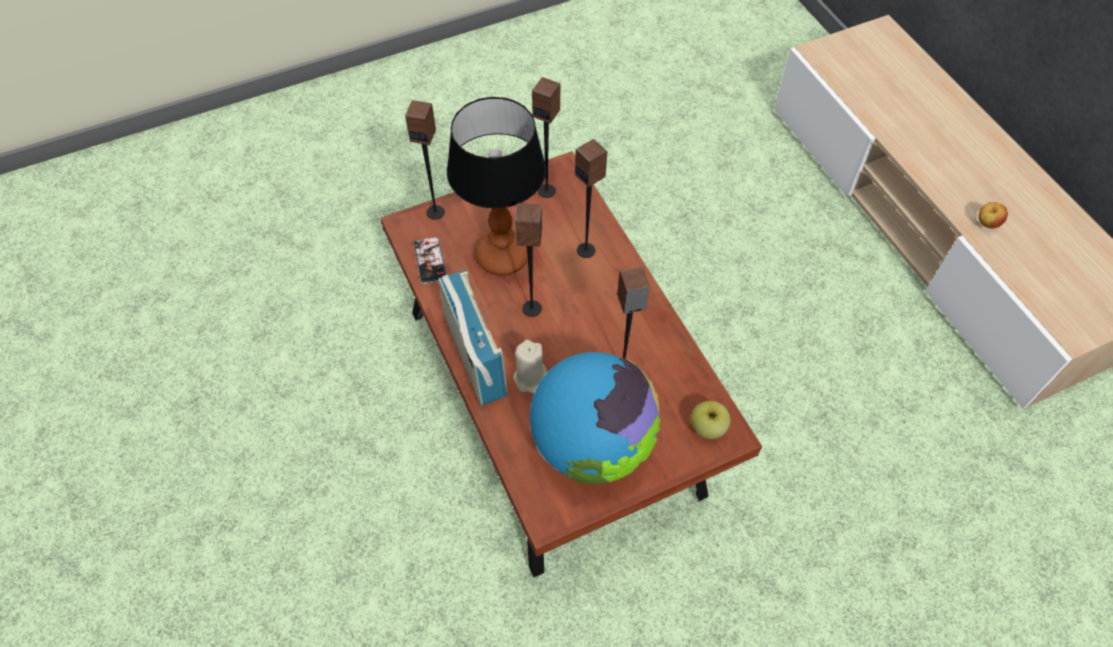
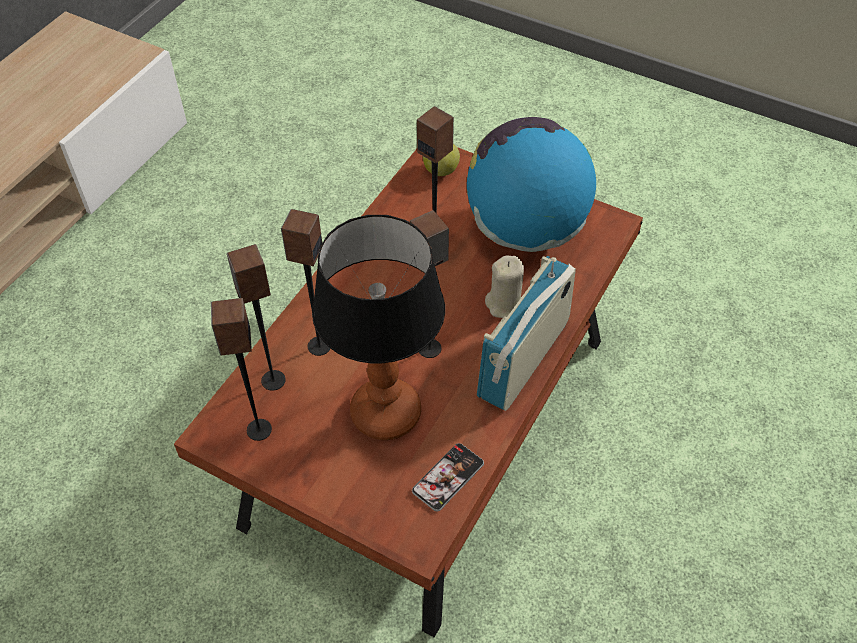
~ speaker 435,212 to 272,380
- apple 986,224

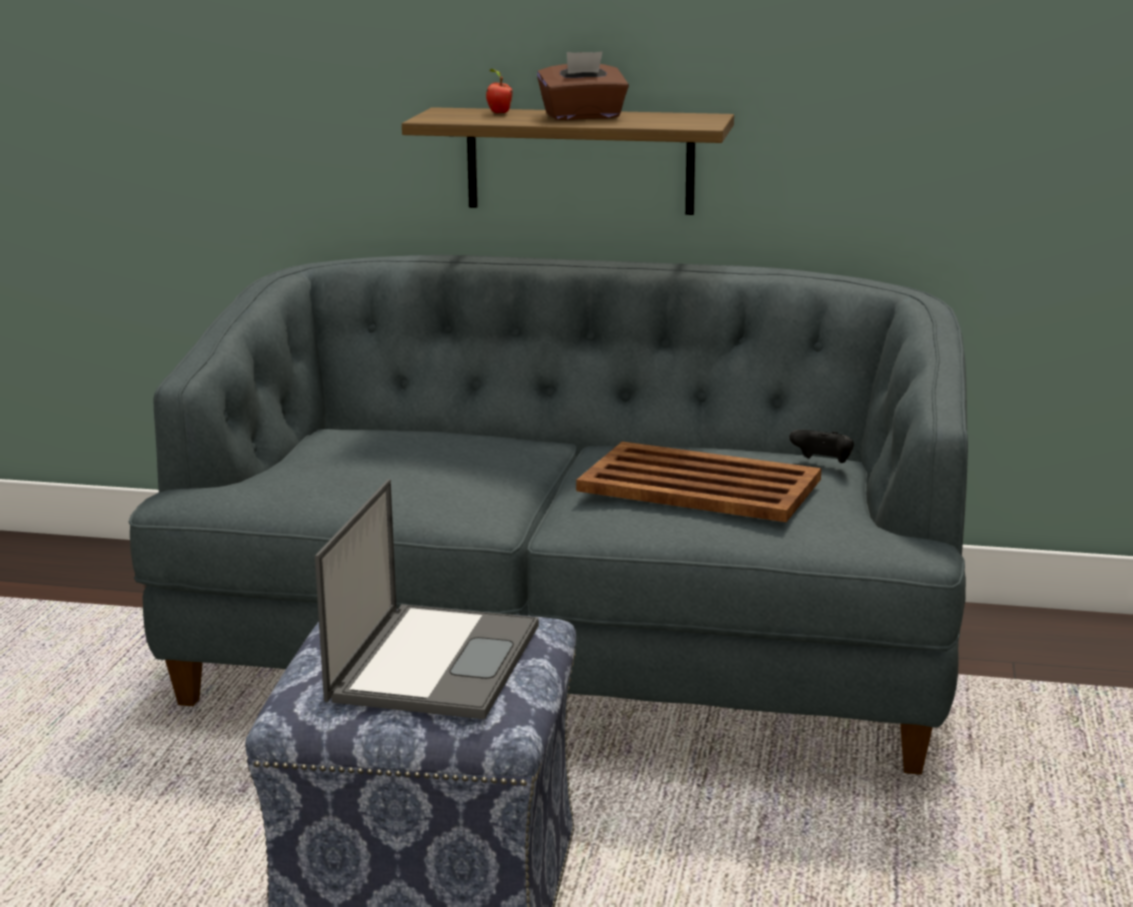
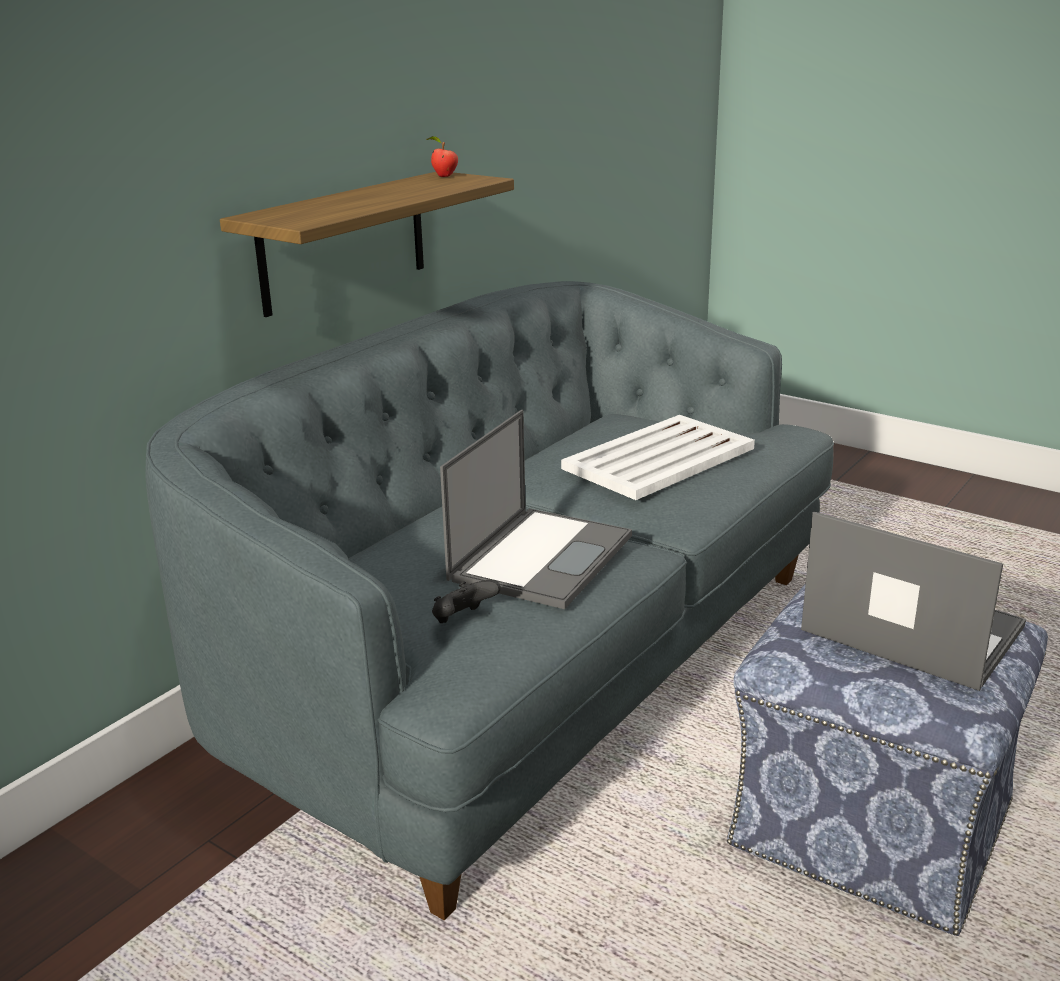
~ apple 499,112 to 443,176
- brown tissue box 583,116
~ brown tray 701,485 to white tray 660,458
~ black game controller 822,463 to 463,620
+ laptop 542,556

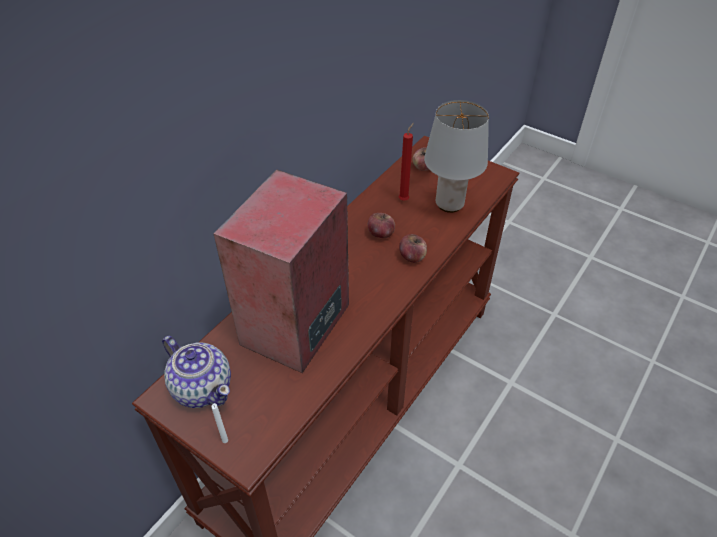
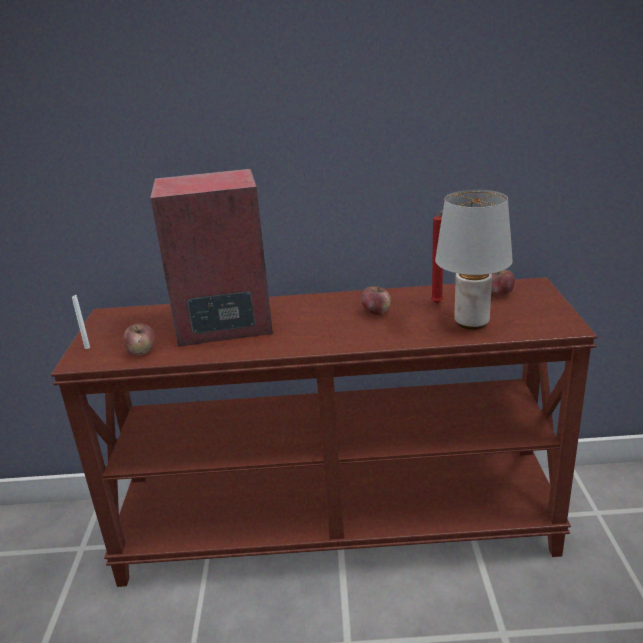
- teapot 202,387
~ apple 412,257 to 141,351

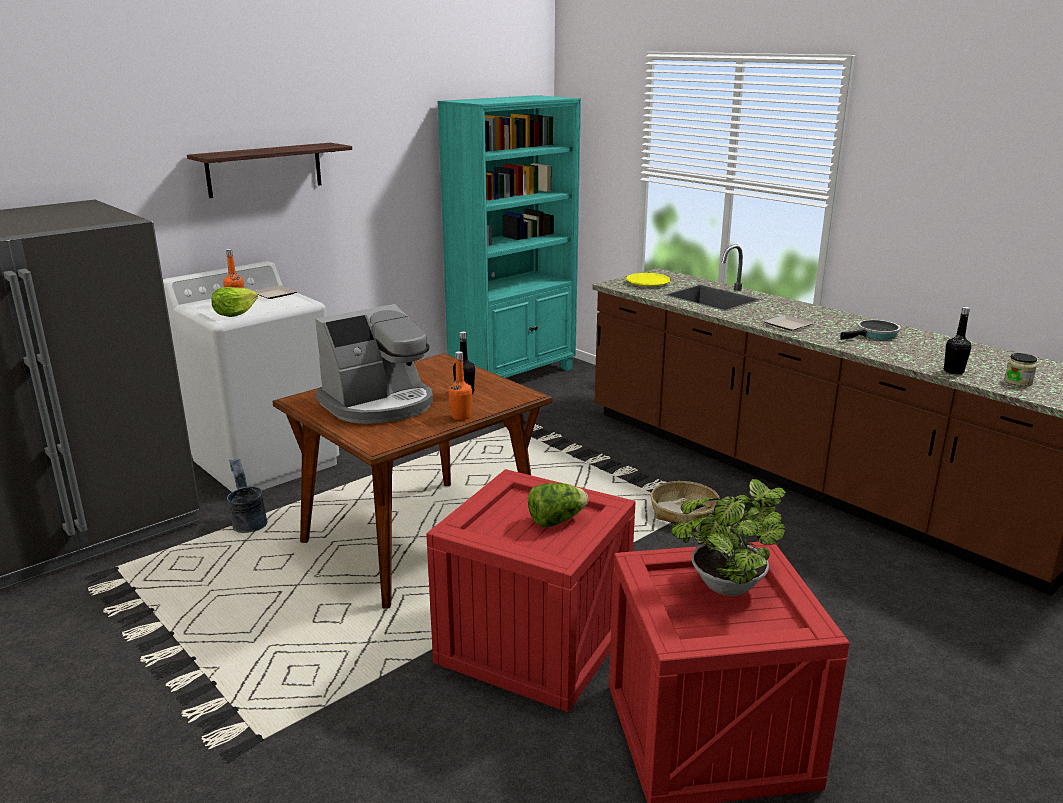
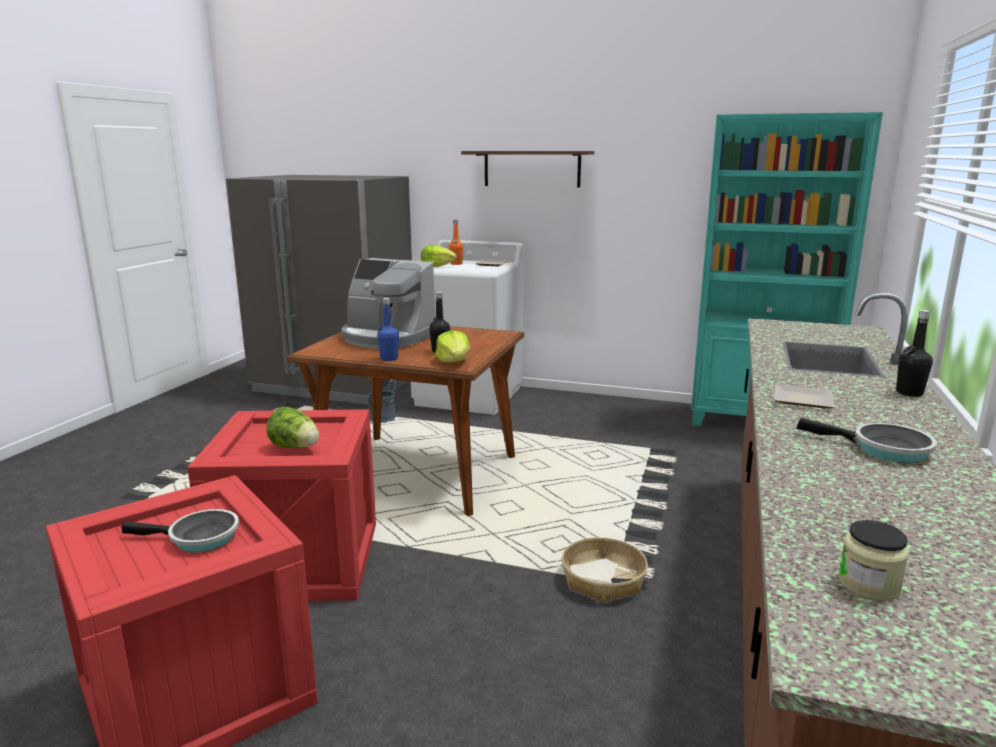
~ orange bottle 461,416 to blue bottle 389,359
- yellow plate 647,283
~ potted plant 723,588 to frying pan 198,538
~ black bottle 953,371 to 909,393
+ lettuce 454,362

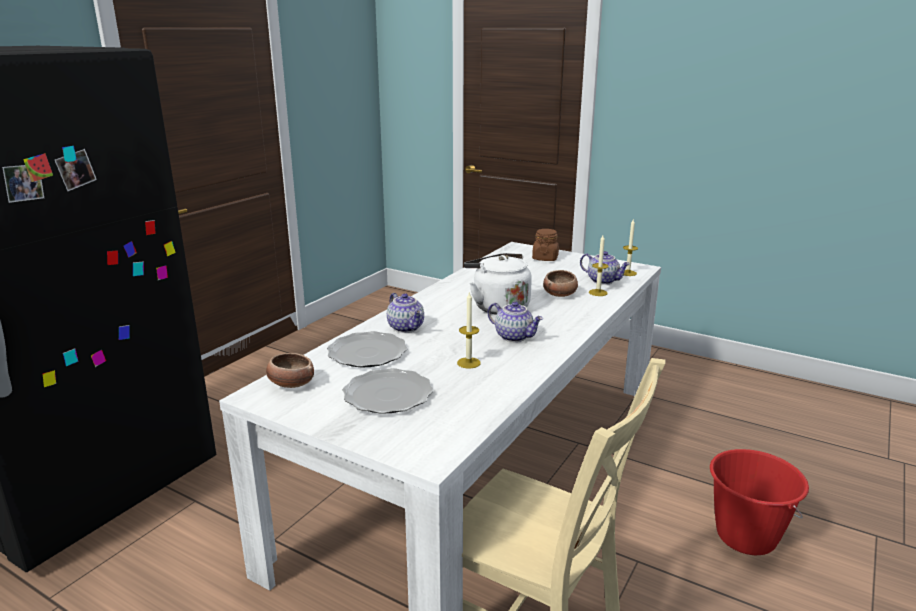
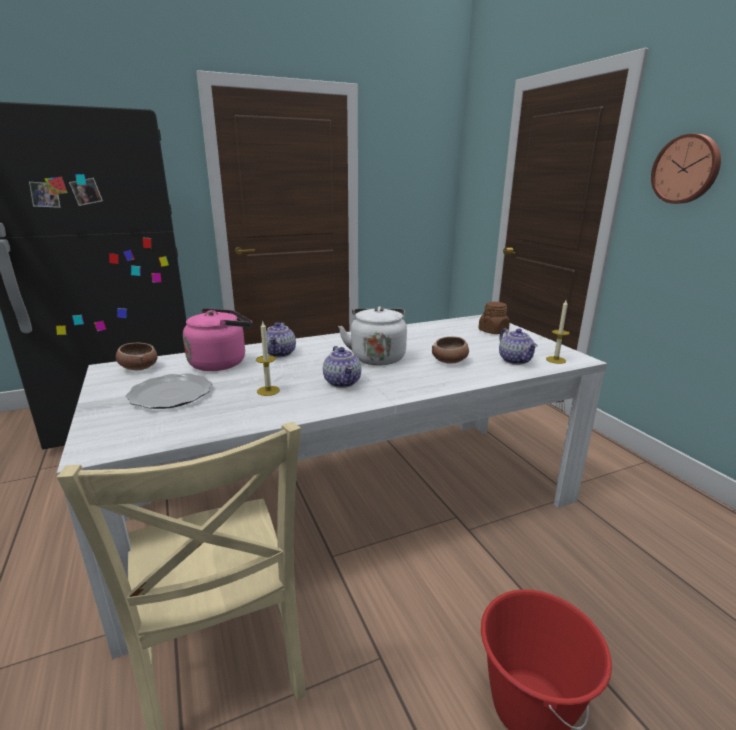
~ plate 368,353 to pink kettle 221,362
- candle 598,292
+ wall clock 686,169

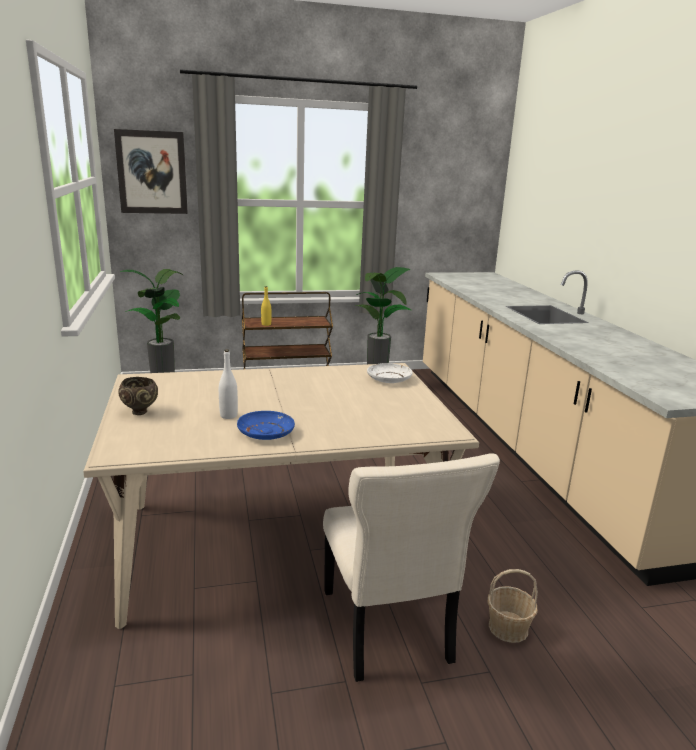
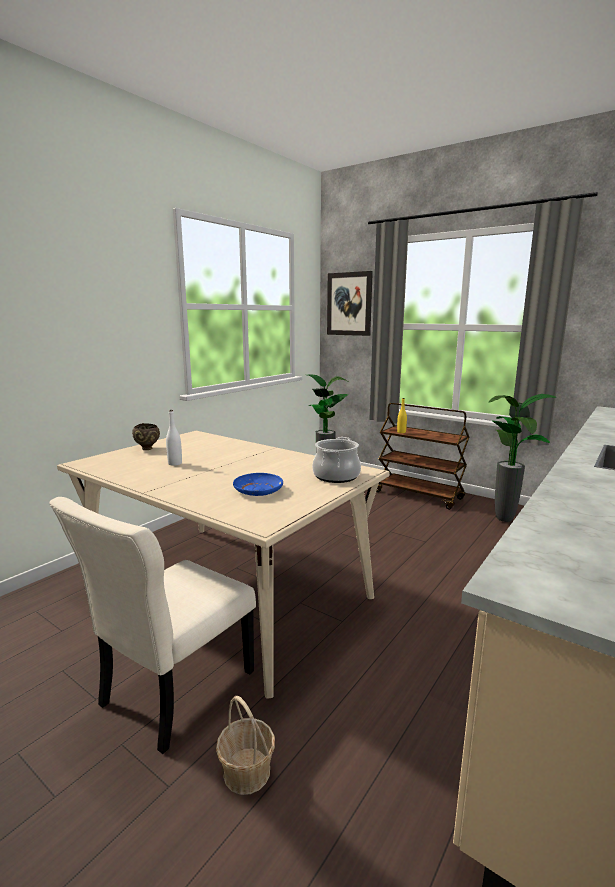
~ blue plate 266,432 to 258,490
~ white plate 389,379 to cooking pot 336,476

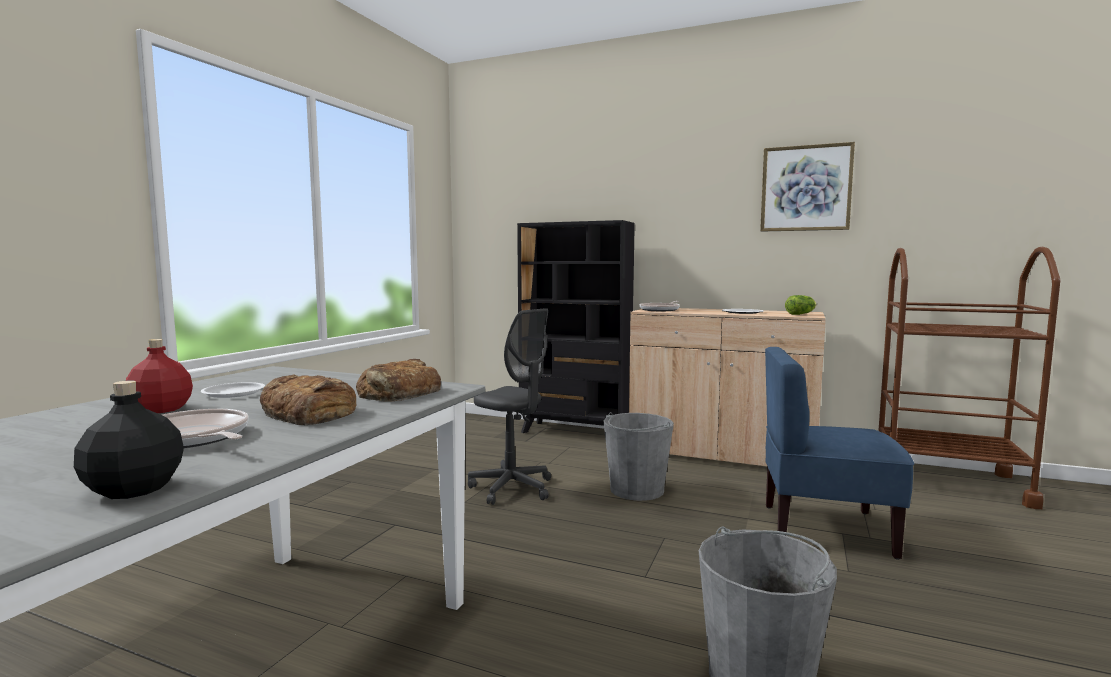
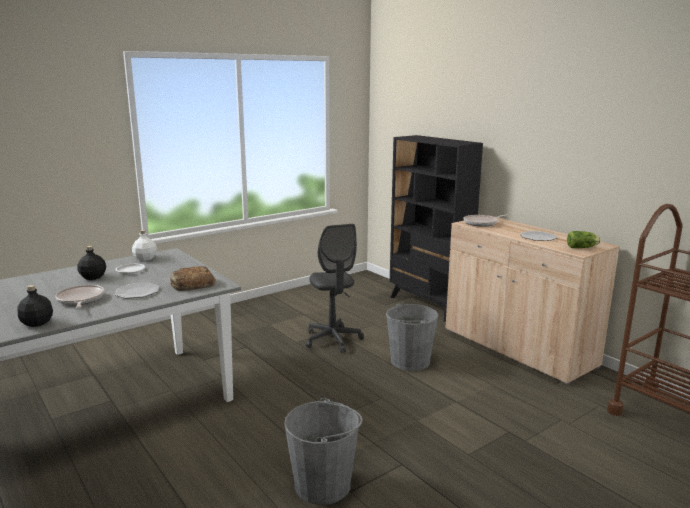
~ red bottle 162,409 to black bottle 93,277
~ bread 309,413 to plate 137,292
- picture 805,188
- blue chair 825,529
+ white bottle 145,259

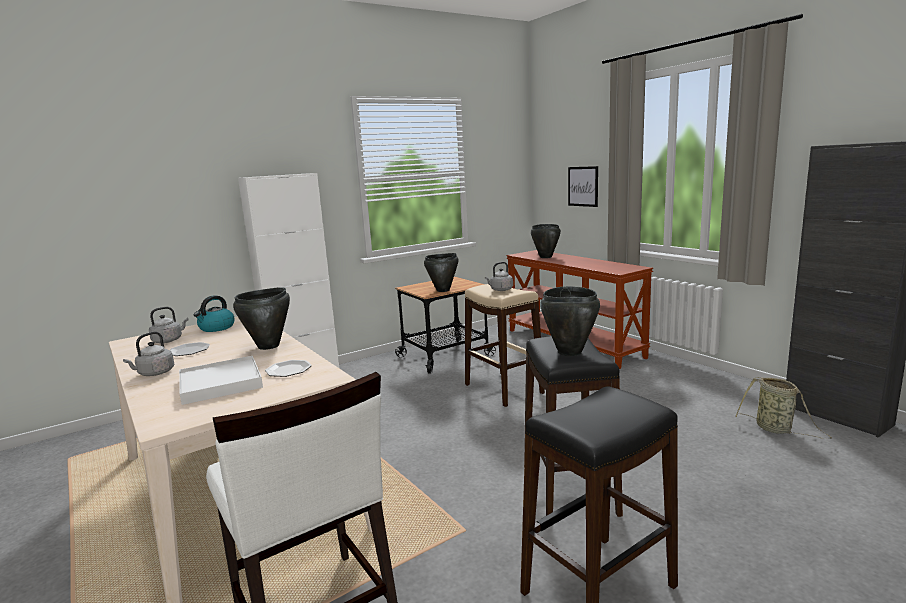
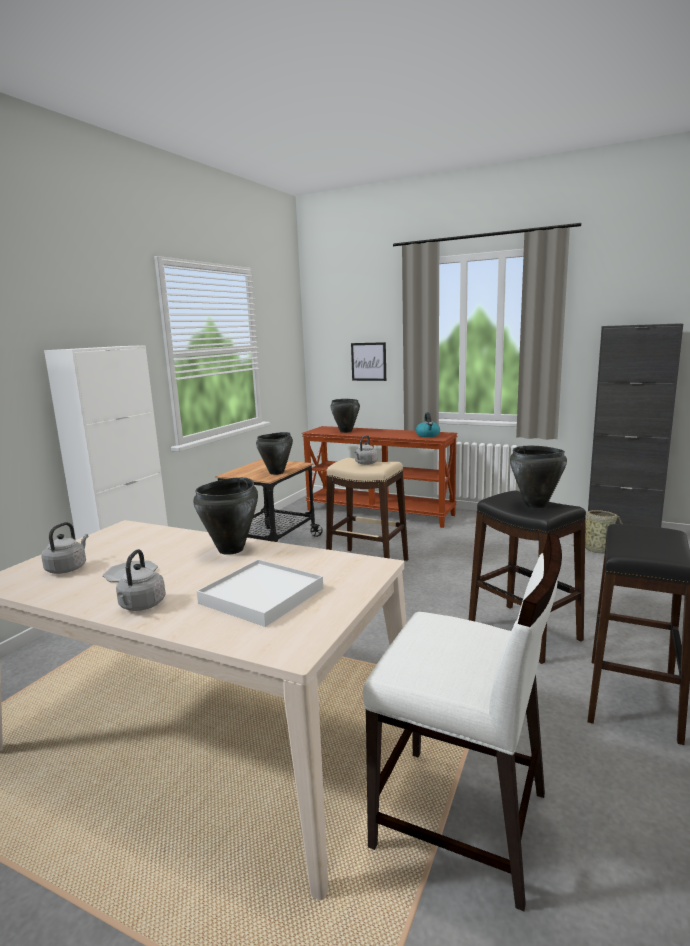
~ kettle 216,328 to 428,435
- plate 289,370

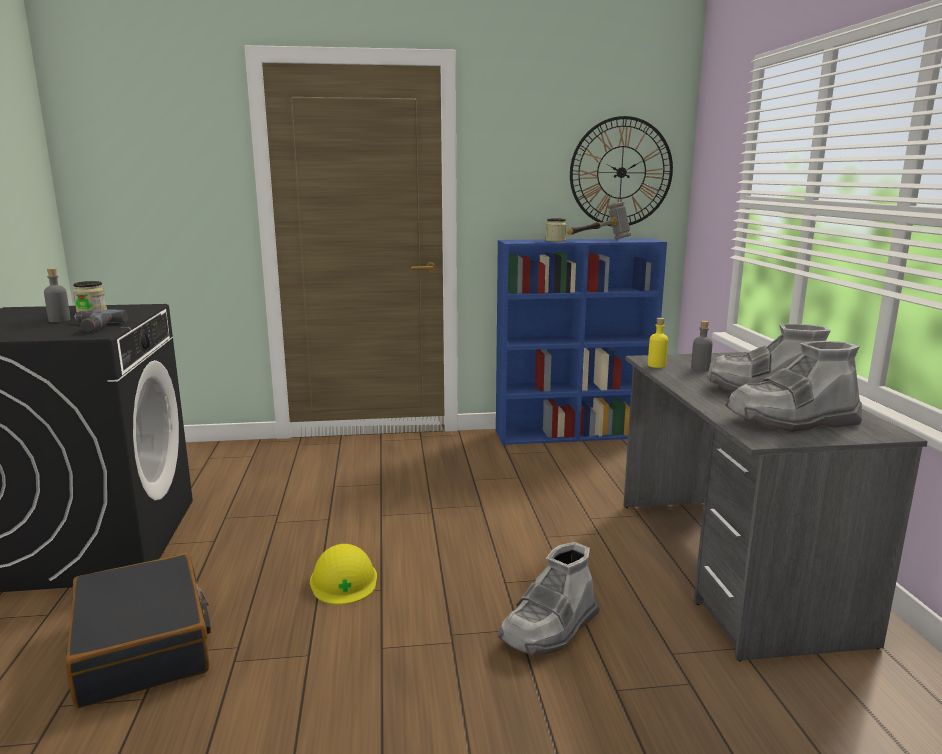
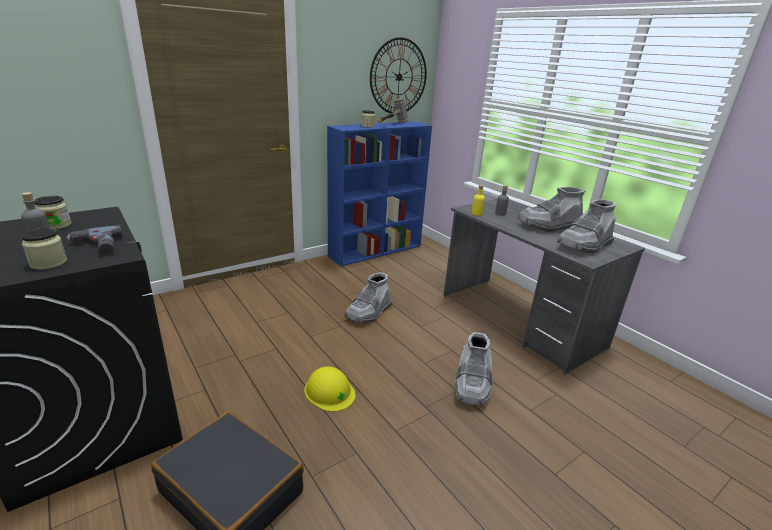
+ jar 48,263
+ grey boot 369,312

